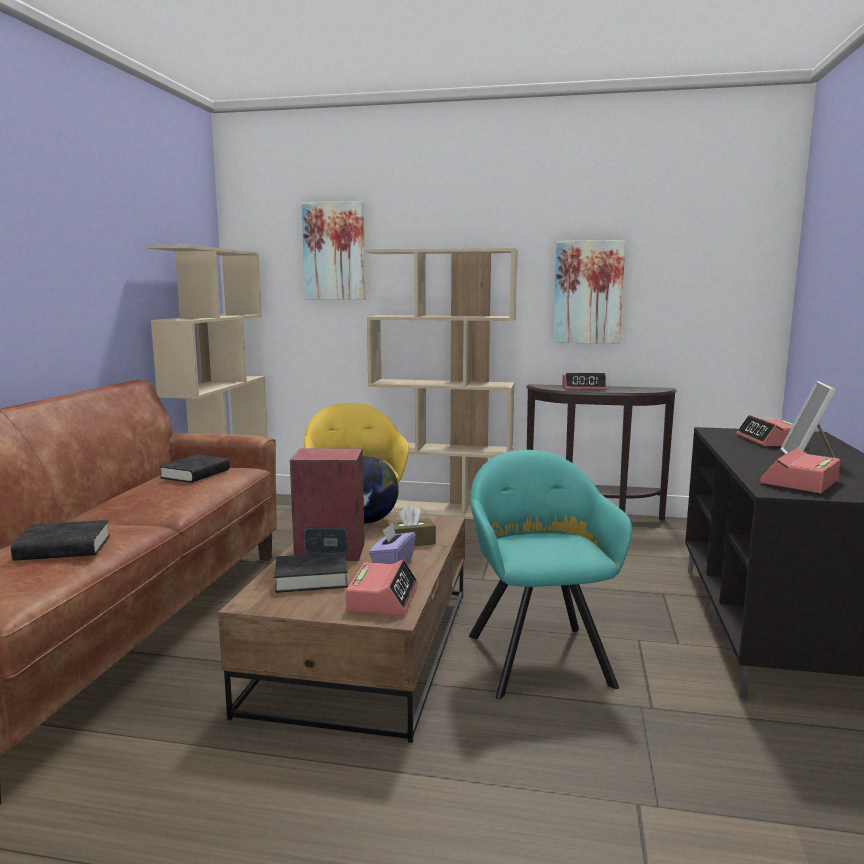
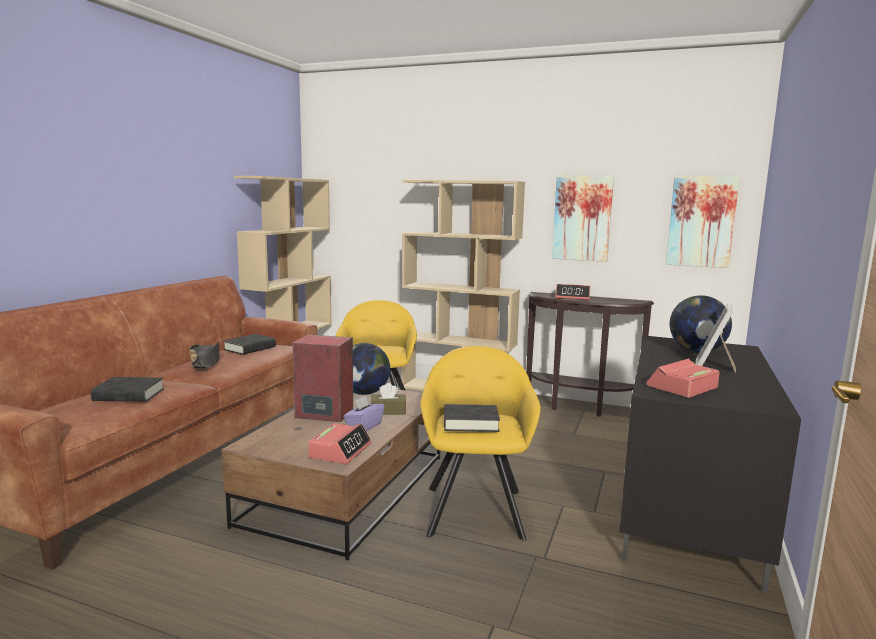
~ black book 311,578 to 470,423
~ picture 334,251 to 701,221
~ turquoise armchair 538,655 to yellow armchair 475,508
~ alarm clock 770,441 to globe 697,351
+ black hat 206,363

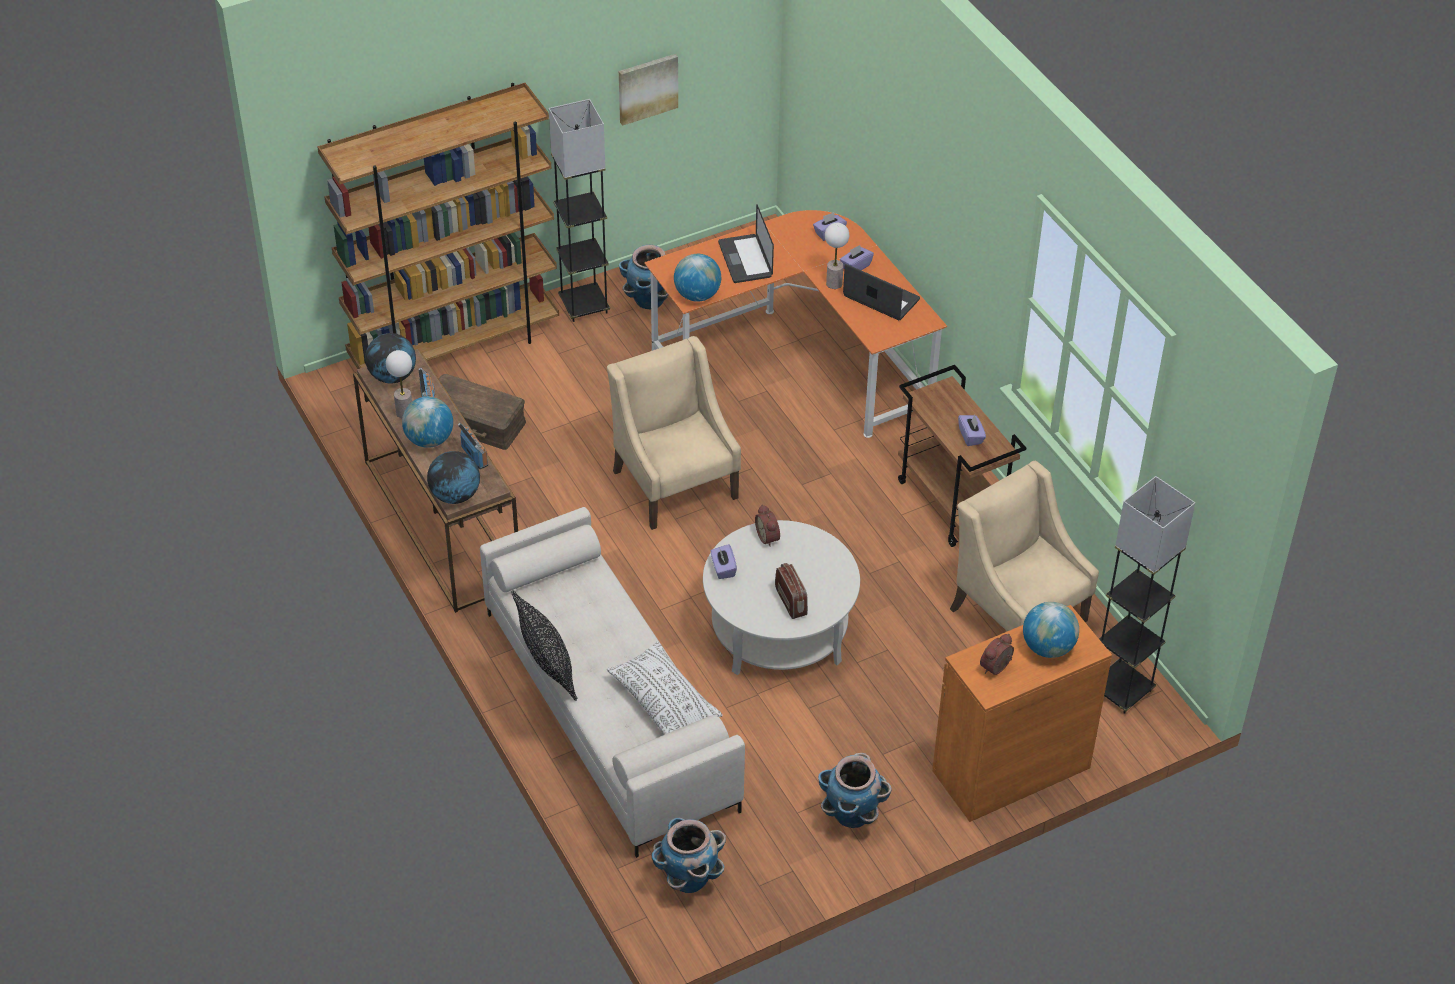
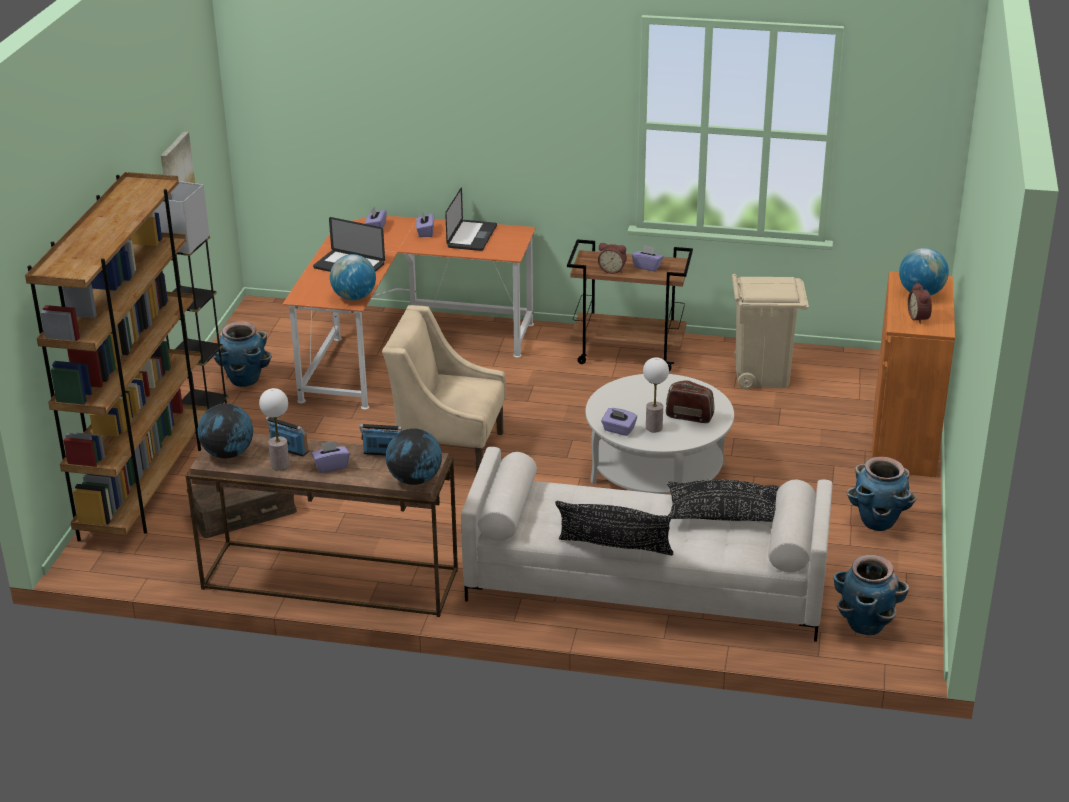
~ globe 429,440 to purple tissue box 331,466
~ white pillow 664,701 to black pillow 723,514
~ alarm clock 769,537 to 612,270
~ table lamp 834,283 to 653,427
~ laptop 881,298 = 472,236 120 degrees clockwise
~ beige armchair 1017,613 to beige trash can 762,375
- grey floor lamp 1121,690

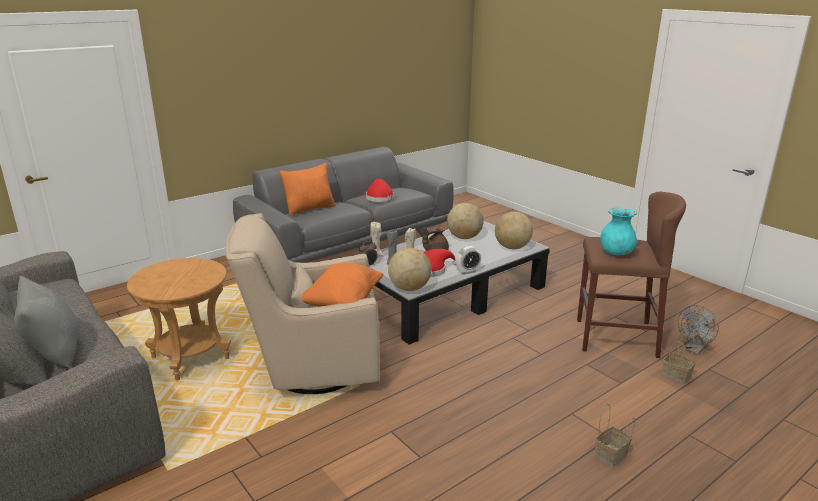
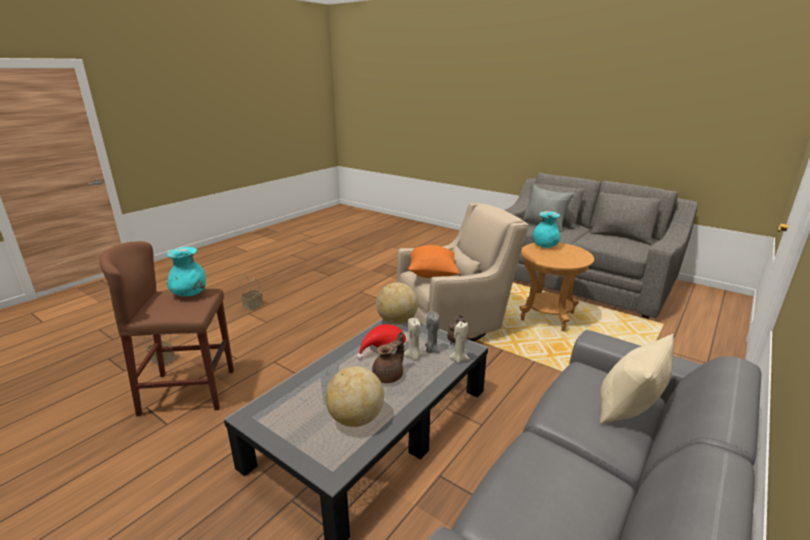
~ orange pillow 310,208 to beige pillow 628,408
- red hat 379,197
- alarm clock 468,271
- globe 512,247
- grey fan 694,350
+ turquoise vase 545,246

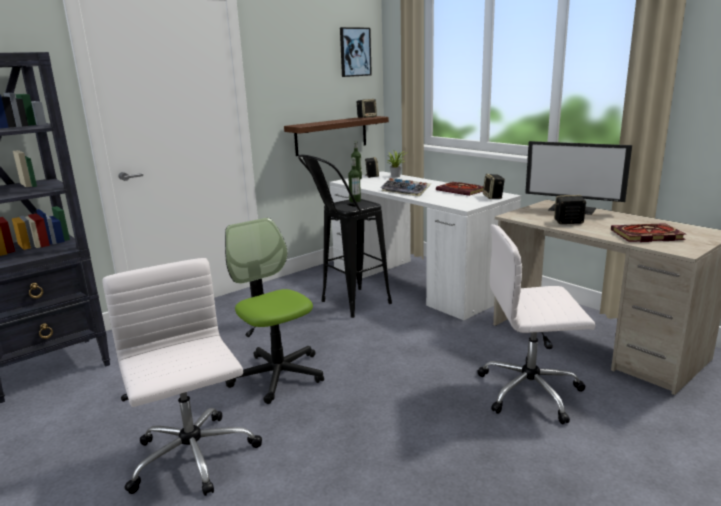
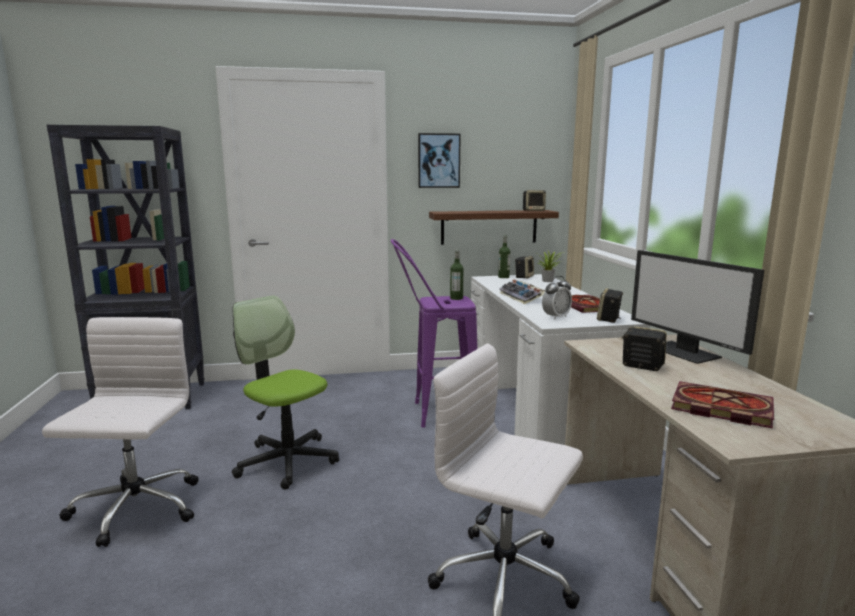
~ office chair 277,375 = 287,461 45 degrees counterclockwise
~ black stool 347,305 to purple stool 433,414
~ picture 354,52 to 438,160
+ alarm clock 556,317

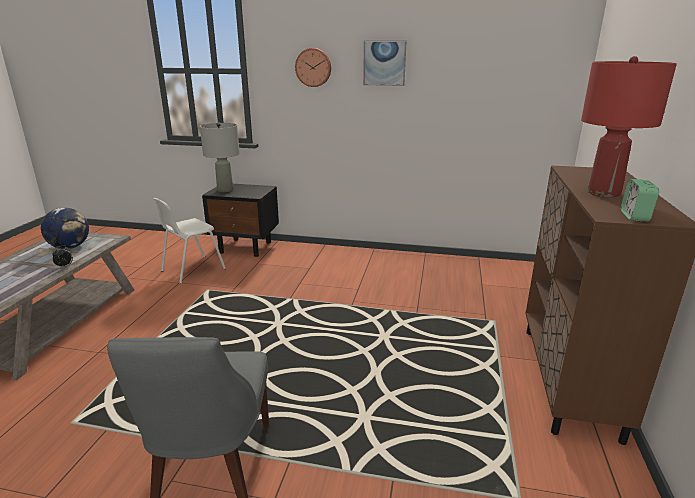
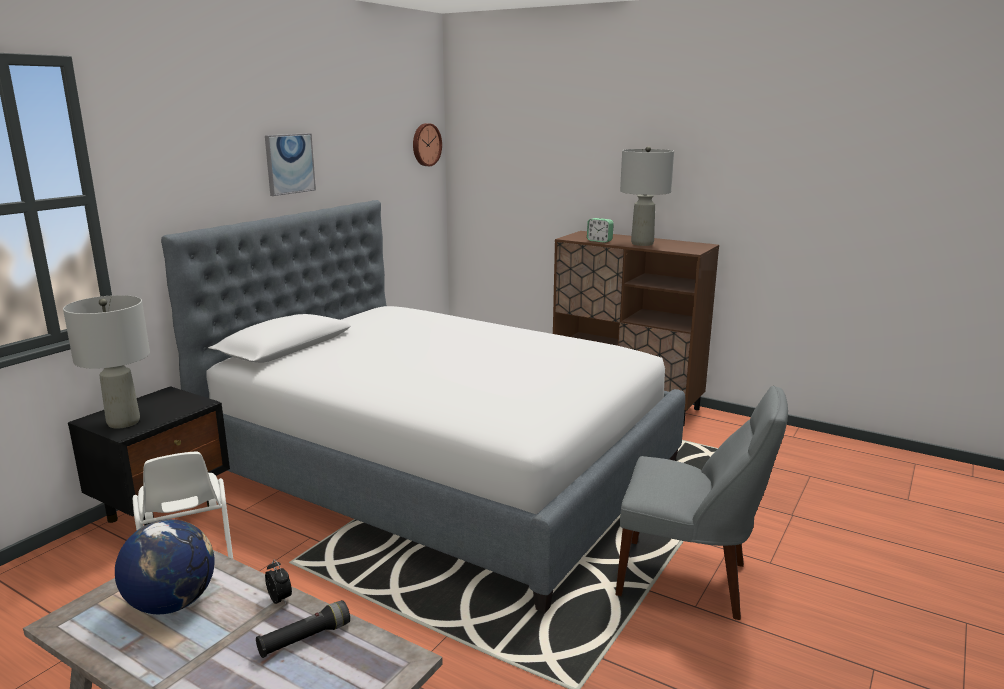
~ wall clock 313,67 to 425,144
~ red table lamp 603,193 to grey table lamp 641,243
~ alarm clock 634,216 to 599,241
+ bed 441,469
+ black flashlight 304,639

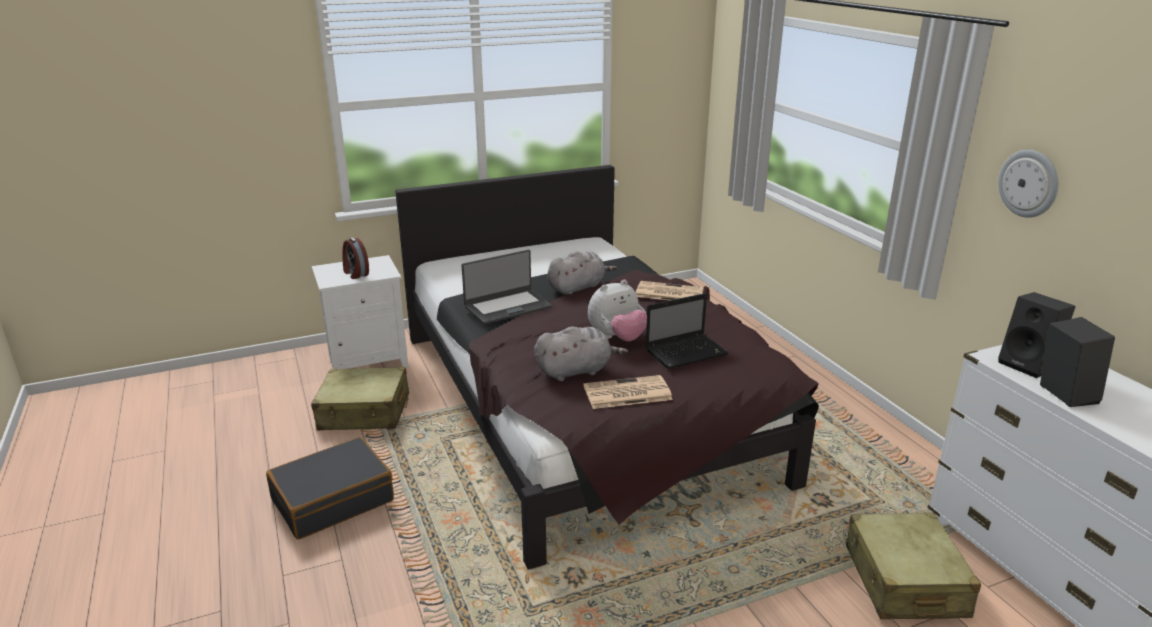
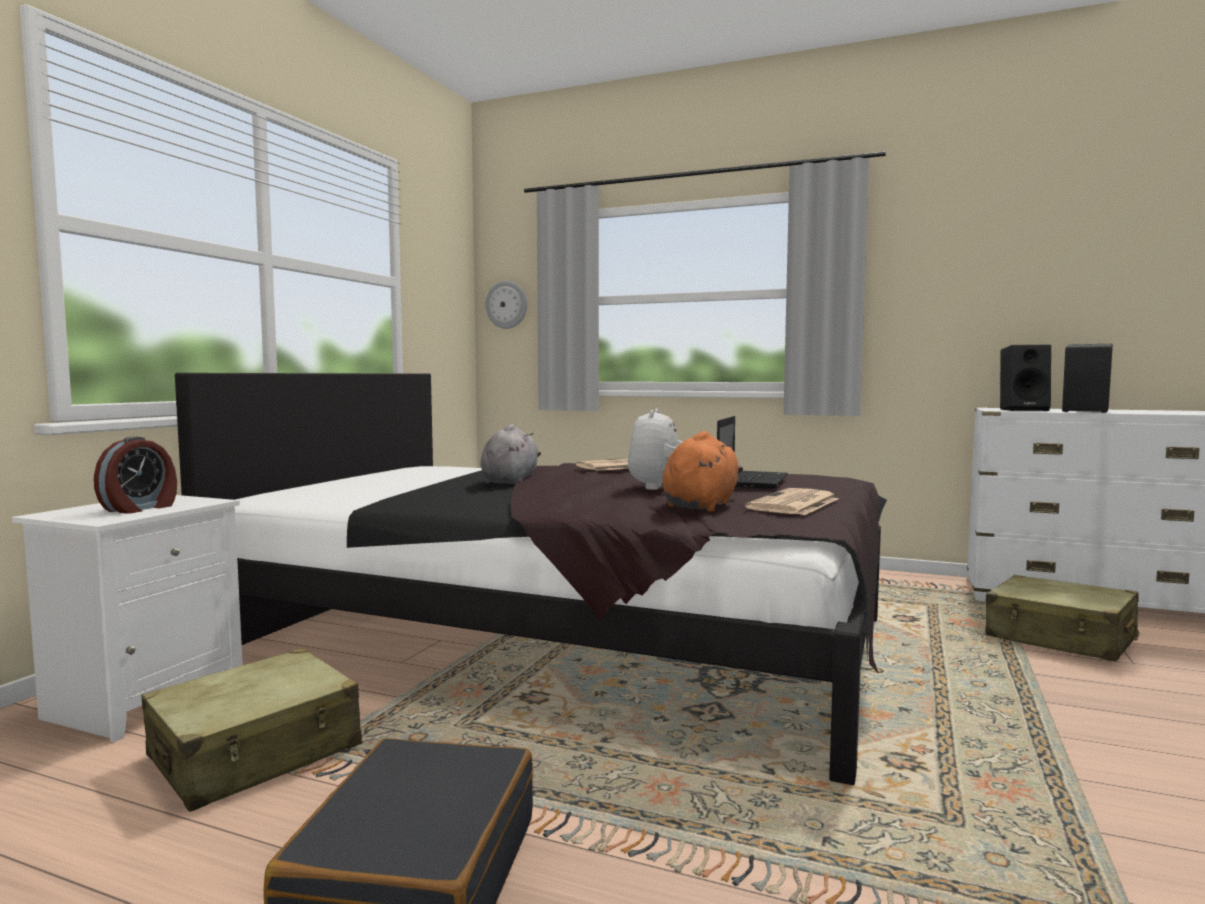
~ alarm clock 355,273 = 140,508 75 degrees counterclockwise
- laptop 507,307
~ grey plush toy 576,371 to orange plush toy 701,505
~ wall clock 1029,183 to 507,305

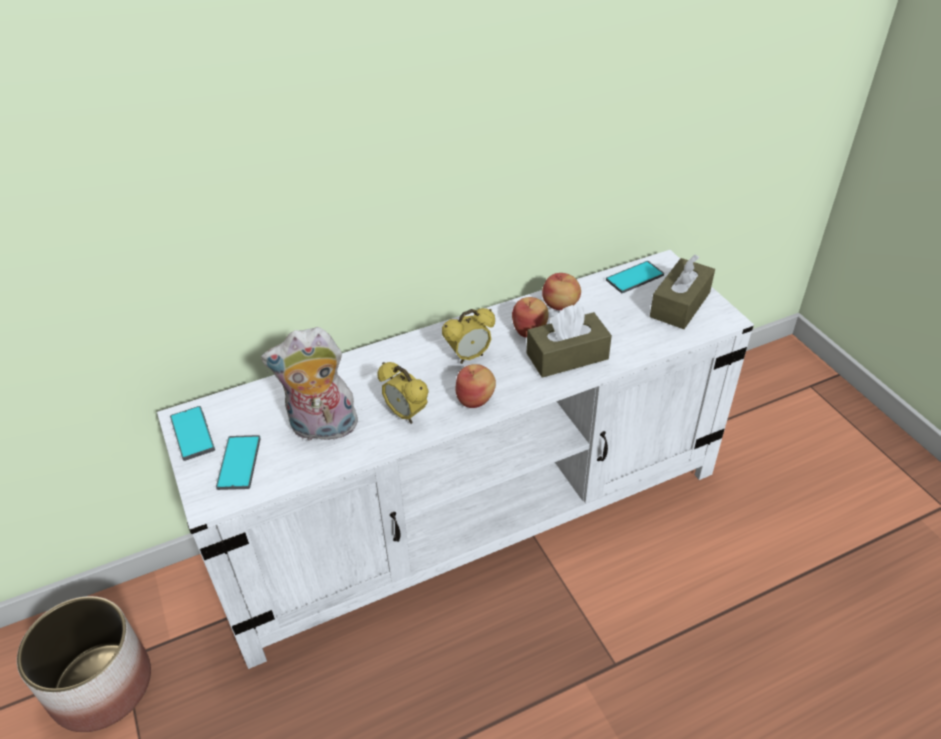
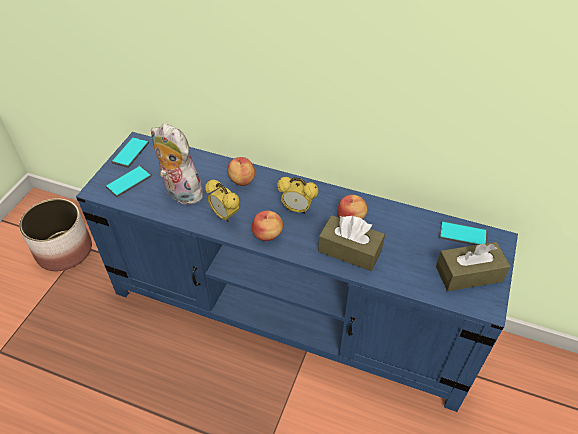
~ white tv stand 475,514 to blue tv stand 291,311
~ alarm clock 406,414 = 224,216 45 degrees counterclockwise
~ apple 560,305 to 241,181

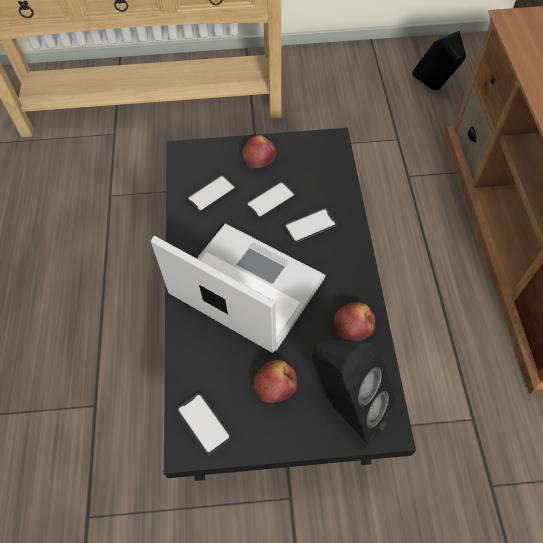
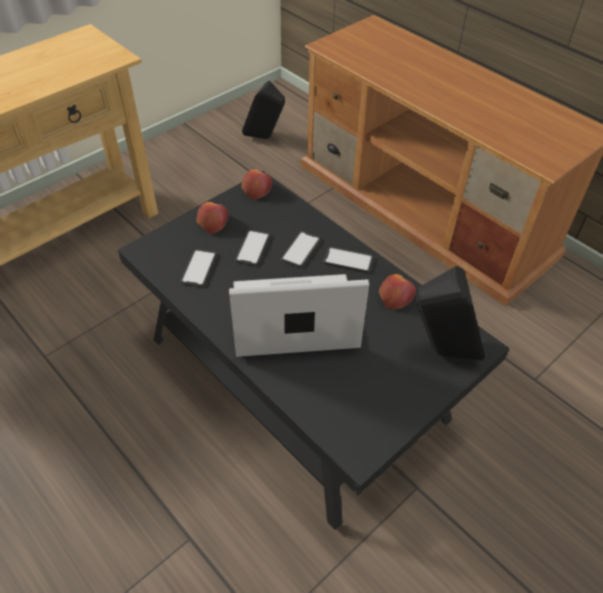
~ phone 204,423 to 348,260
~ apple 275,384 to 256,189

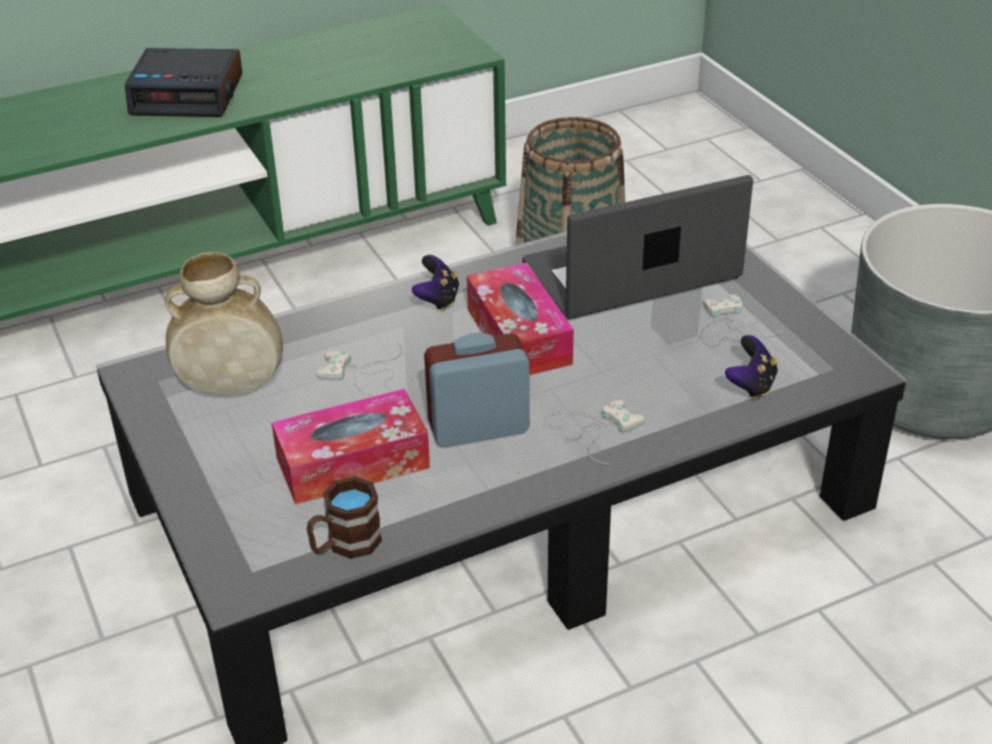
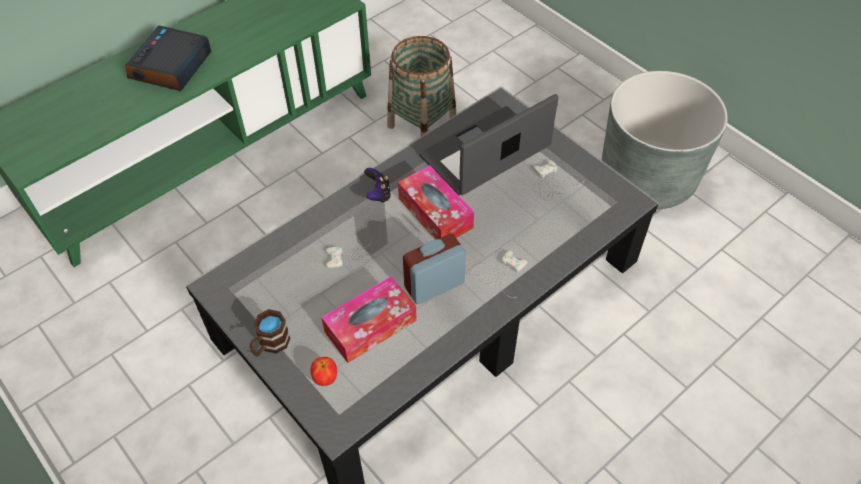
~ alarm clock 188,95 = 171,67 120 degrees clockwise
- beige vase 232,387
~ brown mug 345,544 to 270,345
- game controller 751,385
+ apple 325,379

